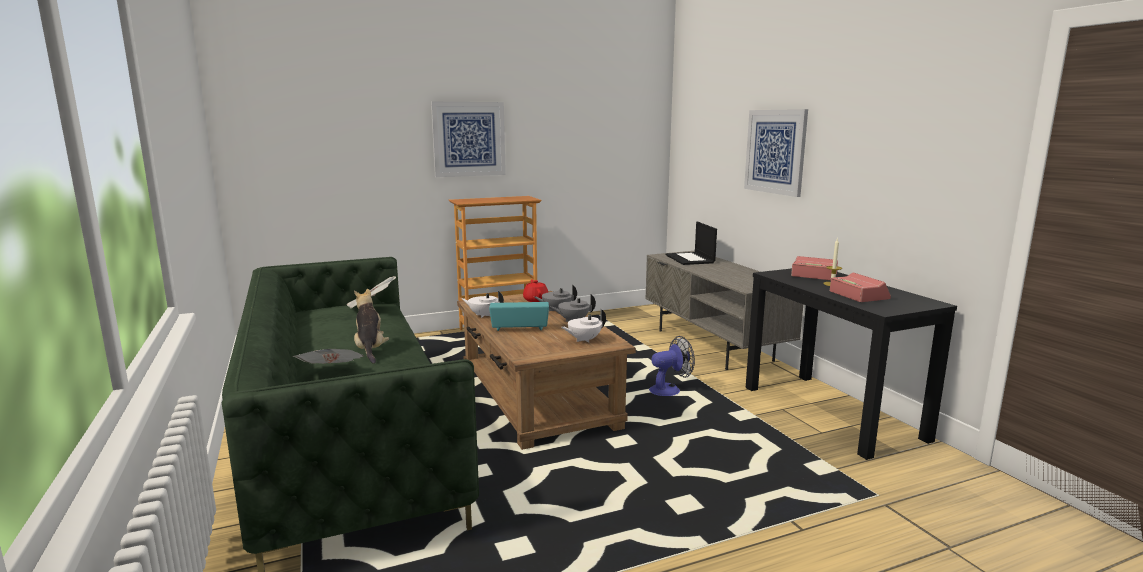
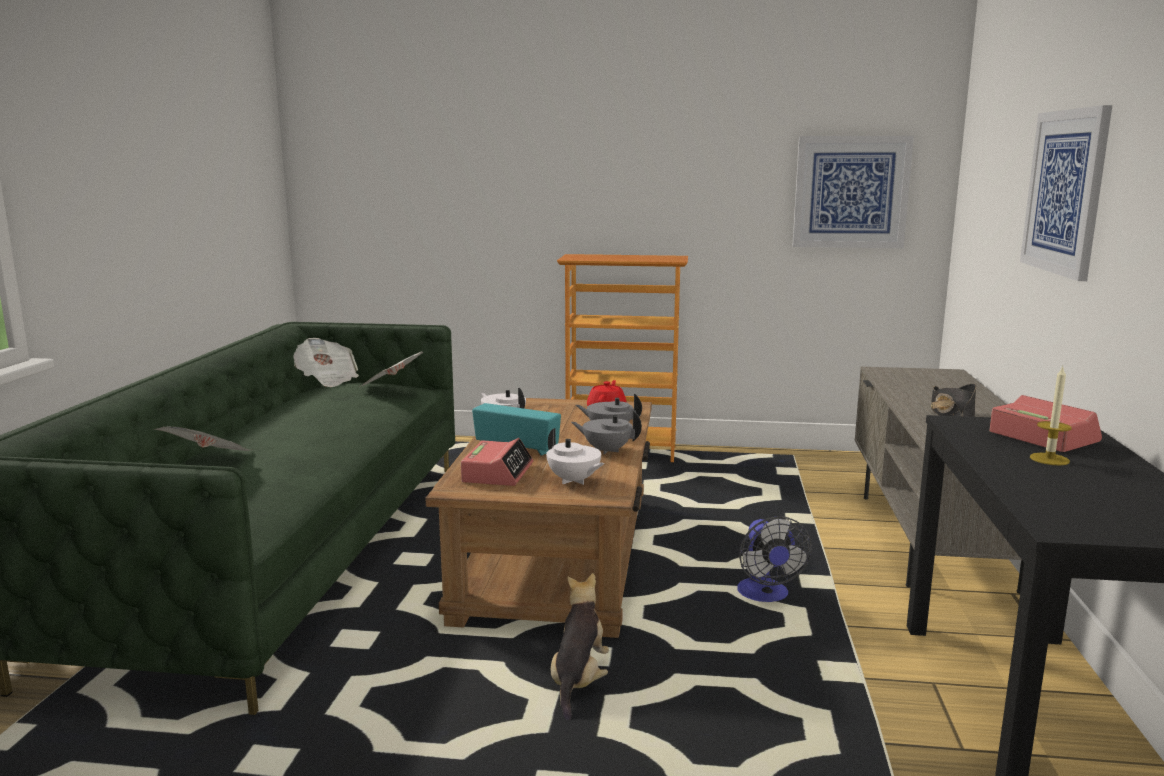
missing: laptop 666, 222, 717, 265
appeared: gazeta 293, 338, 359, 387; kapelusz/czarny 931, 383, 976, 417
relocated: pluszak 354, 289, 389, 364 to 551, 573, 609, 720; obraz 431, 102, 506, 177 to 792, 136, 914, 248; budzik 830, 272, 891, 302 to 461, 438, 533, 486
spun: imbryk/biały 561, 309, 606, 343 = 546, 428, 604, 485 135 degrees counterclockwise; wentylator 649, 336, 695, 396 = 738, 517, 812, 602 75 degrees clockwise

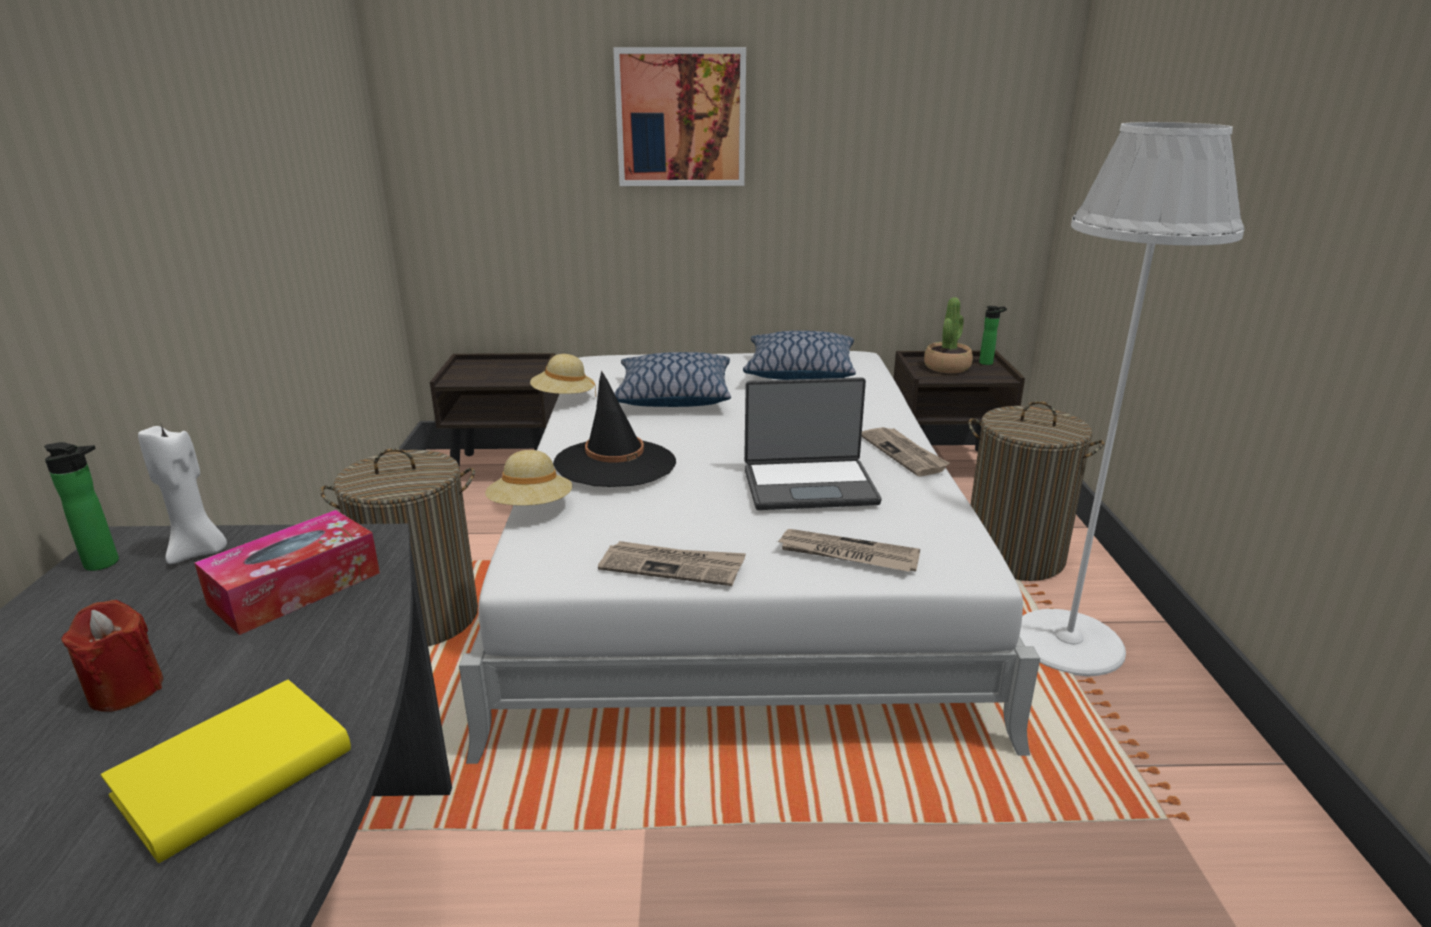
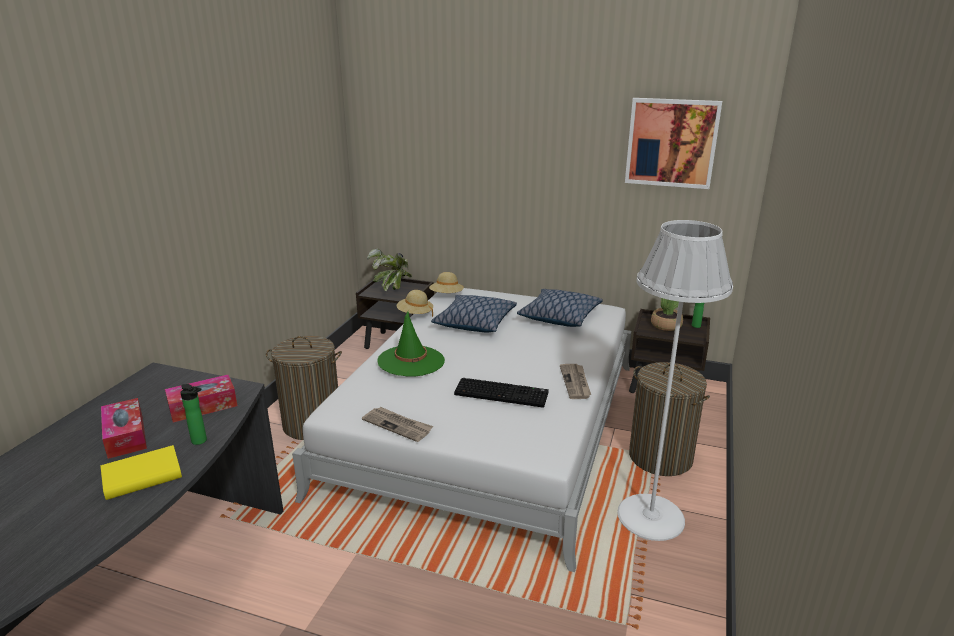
missing: świeca/biały 138, 424, 227, 564; gazeta 777, 529, 920, 572
appeared: roślina doniczkowa 367, 248, 412, 291
relocated: butelka 44, 442, 119, 571 to 180, 384, 207, 445; kapelusz/beżowy 485, 450, 572, 506 to 429, 272, 464, 293; obraz 613, 47, 746, 186 to 625, 98, 722, 189
exchanged: świeca/czerwony 61, 600, 163, 712 to pudełko chusteczek 101, 398, 147, 459; laptop 744, 377, 882, 510 to klawiatura 454, 378, 549, 408
colour: kapelusz/czarny 553, 370, 676, 487 to kapelusz/zielony 378, 312, 445, 377

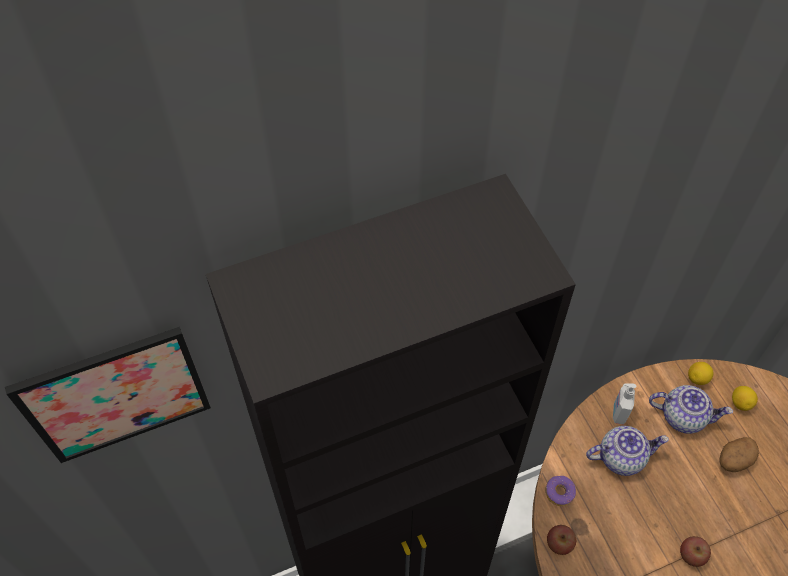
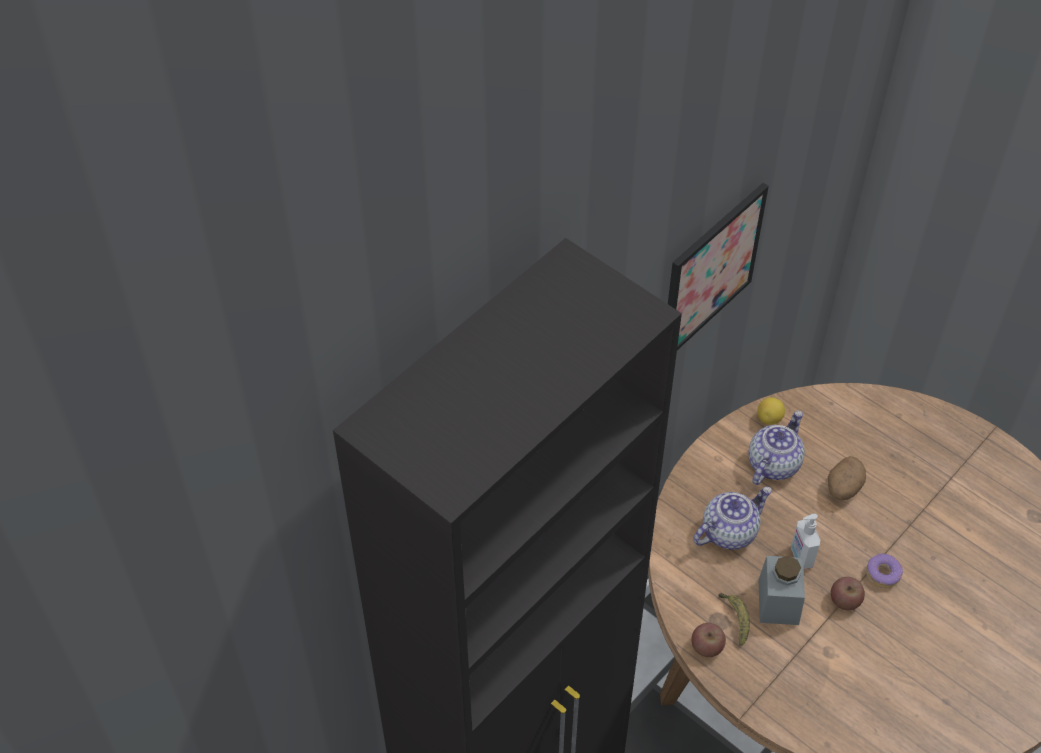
missing: cytryna 732, 386, 758, 411
appeared: banan 718, 593, 750, 646; słoik/szary 759, 556, 805, 625
relocated: obraz 5, 327, 211, 463 to 668, 183, 769, 350; donut 545, 476, 576, 506 to 866, 554, 903, 588; dozownik mydła 613, 383, 637, 425 to 791, 514, 820, 569
spun: imbryk 649, 385, 733, 434 = 748, 411, 805, 485 45 degrees counterclockwise

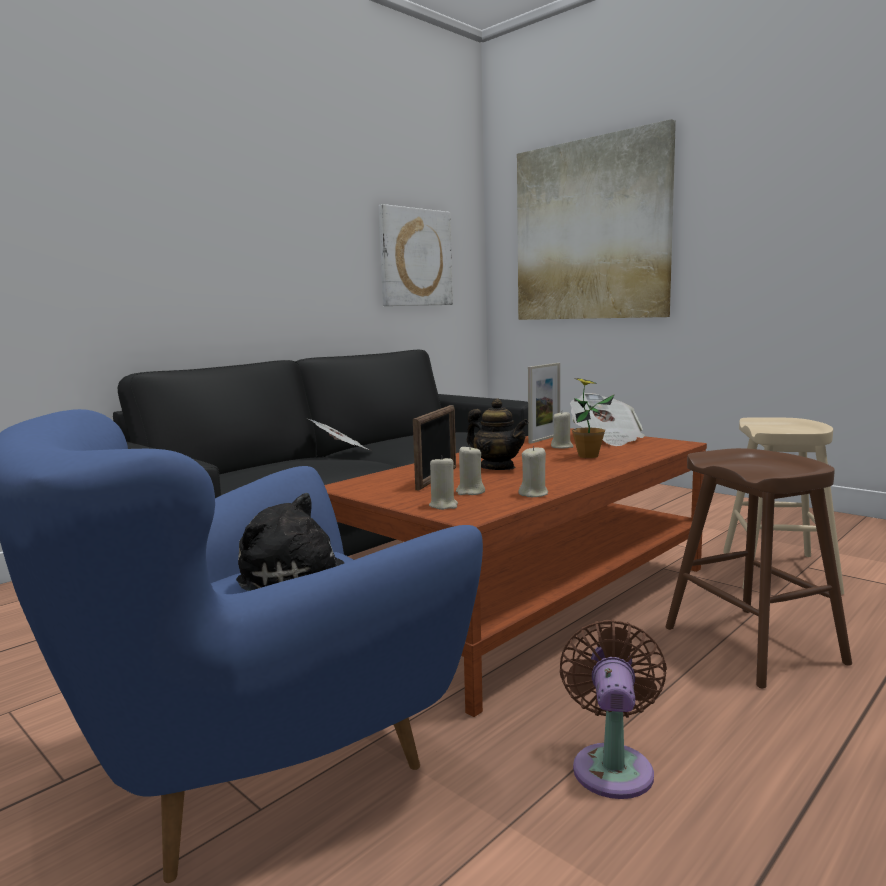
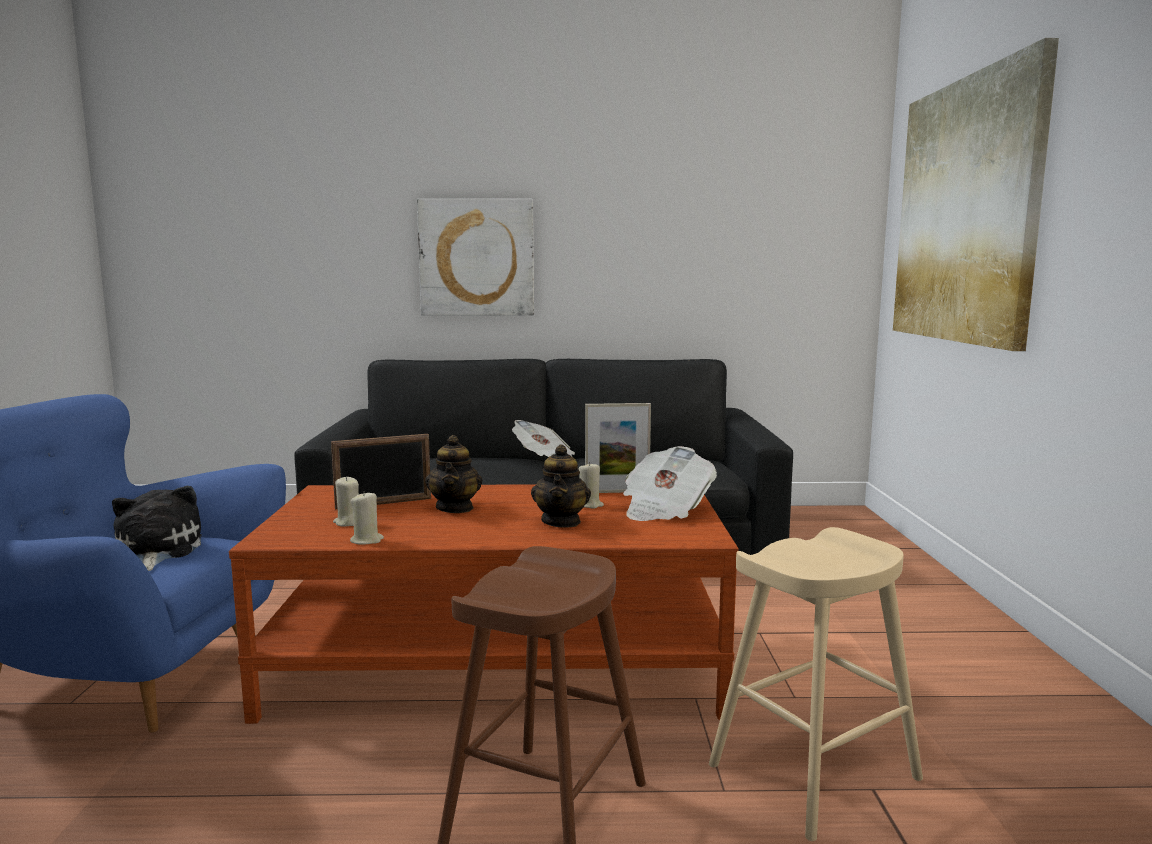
missing: świeca/beżowy 429, 455, 458, 510; wentylator/brązowy 560, 619, 667, 799
relocated: obraz 378, 204, 453, 306 to 417, 199, 534, 316
exchanged: roślina doniczkowa 572, 378, 615, 458 to imbryk 531, 444, 591, 528

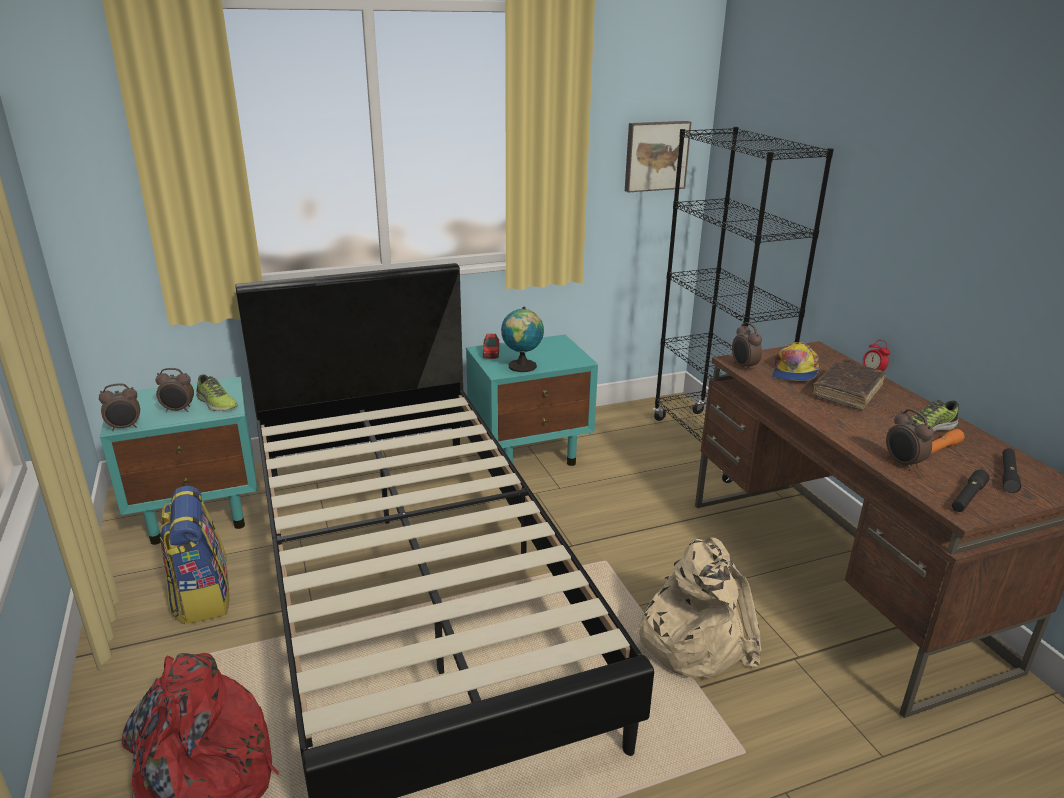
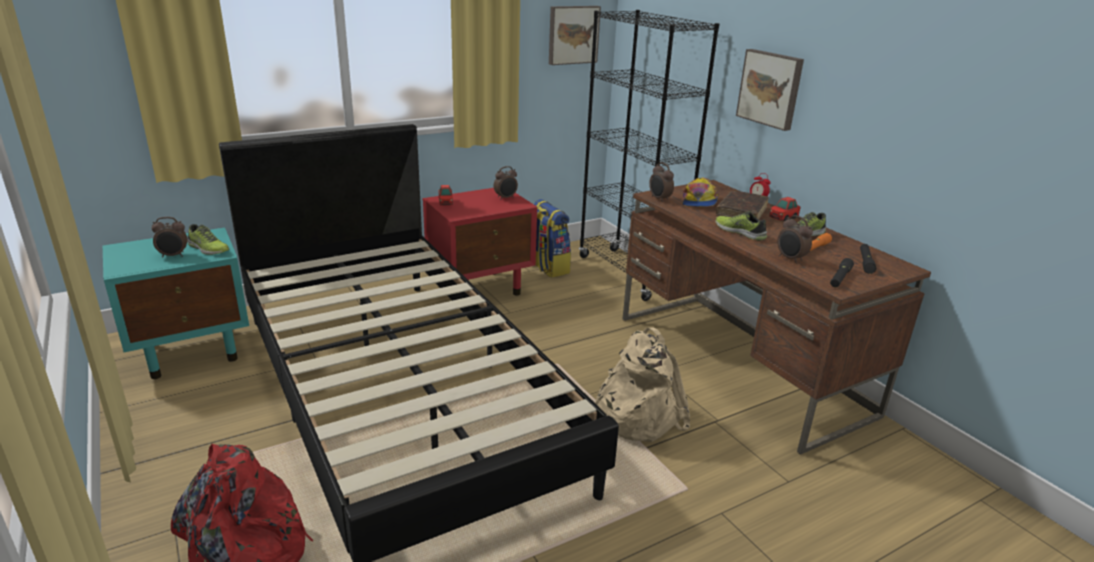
missing: globus 501, 307, 544, 372
appeared: but 715, 211, 767, 241; obraz 736, 49, 804, 131; samochodzik 769, 197, 801, 221
relocated: budzik 99, 383, 140, 431 to 494, 166, 518, 200; plecak 160, 486, 229, 624 to 534, 199, 571, 278
colour: szafka nocna/turkusowy 466, 335, 598, 466 to szafka nocna/czerwony 423, 188, 537, 295

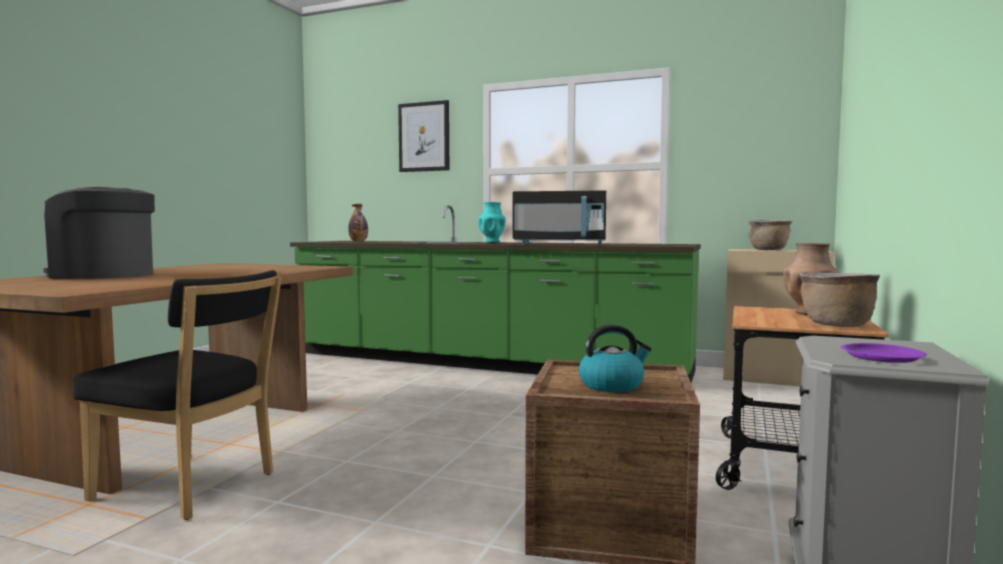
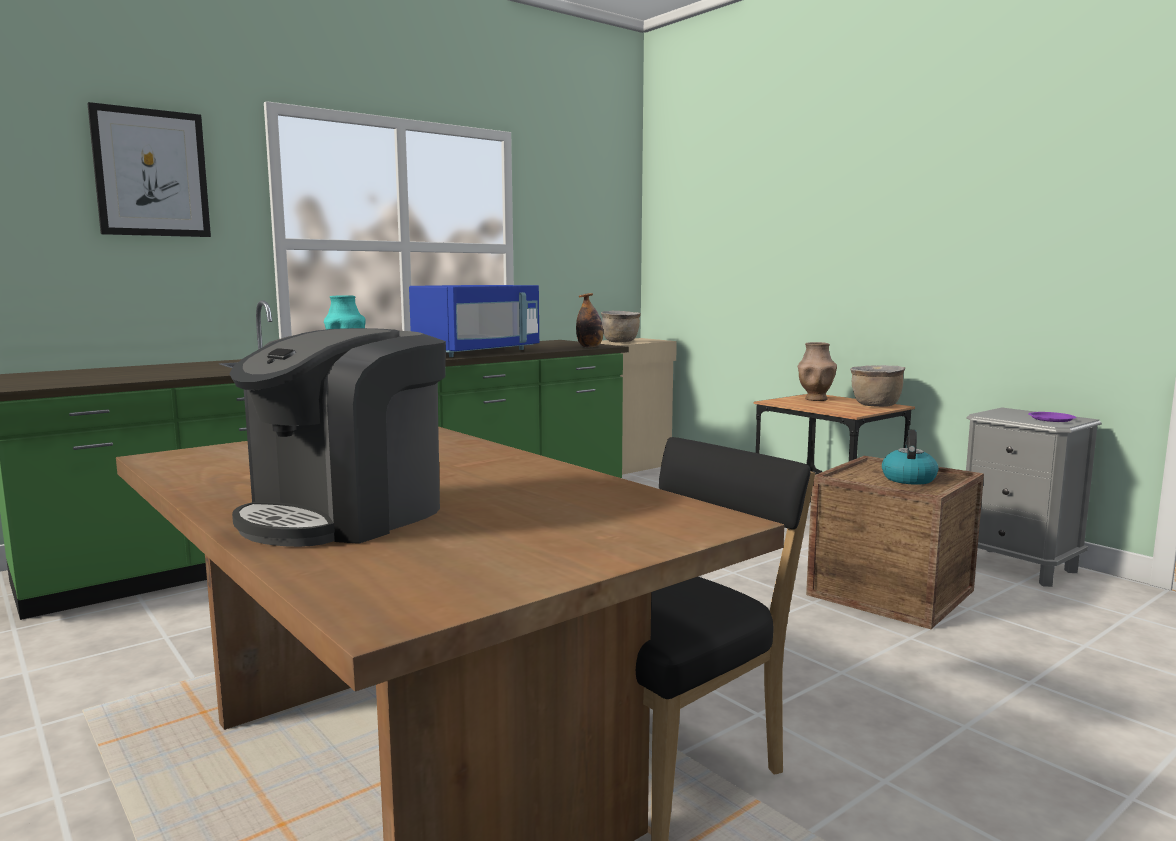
relocated: butelka 348, 204, 368, 242 to 576, 293, 603, 348
colour: mikrofalówka/czarny 513, 190, 606, 245 to mikrofalówka/niebieski 409, 285, 539, 357

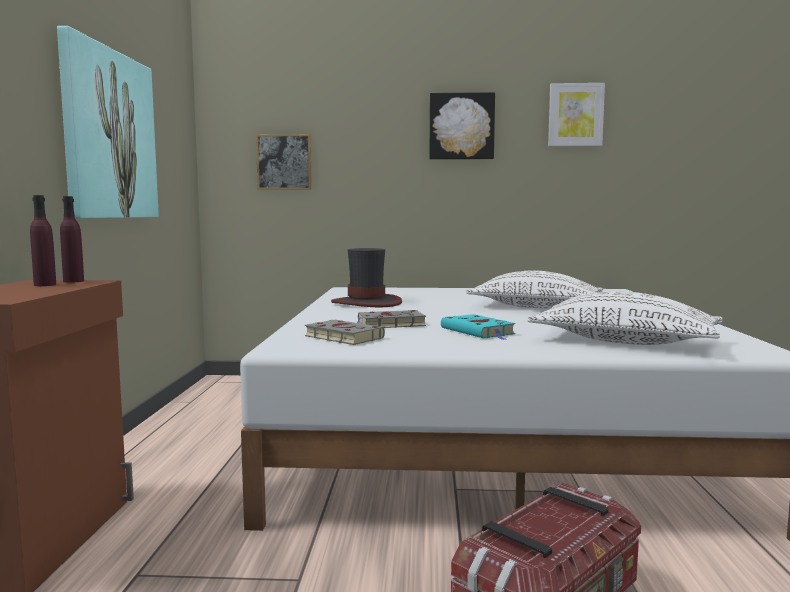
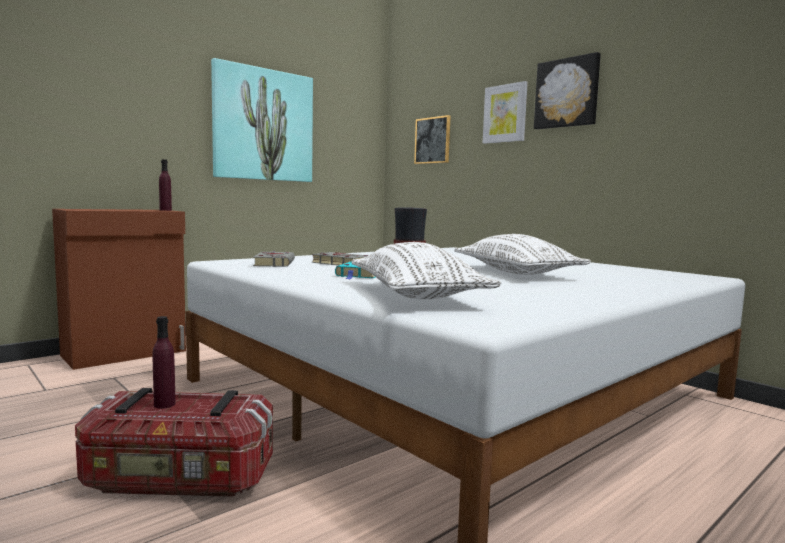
relocated: butelka/fioletowy 30, 195, 56, 286 to 153, 316, 175, 409; obraz 548, 83, 605, 146 to 483, 81, 528, 144

